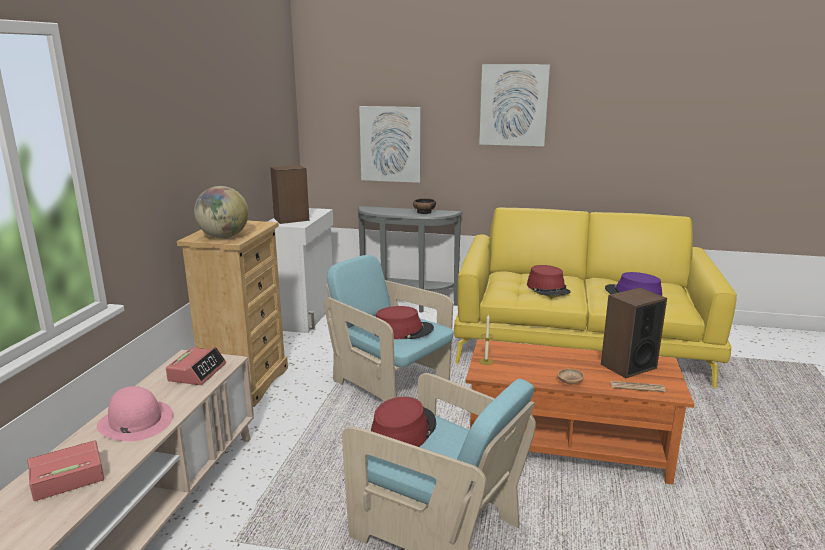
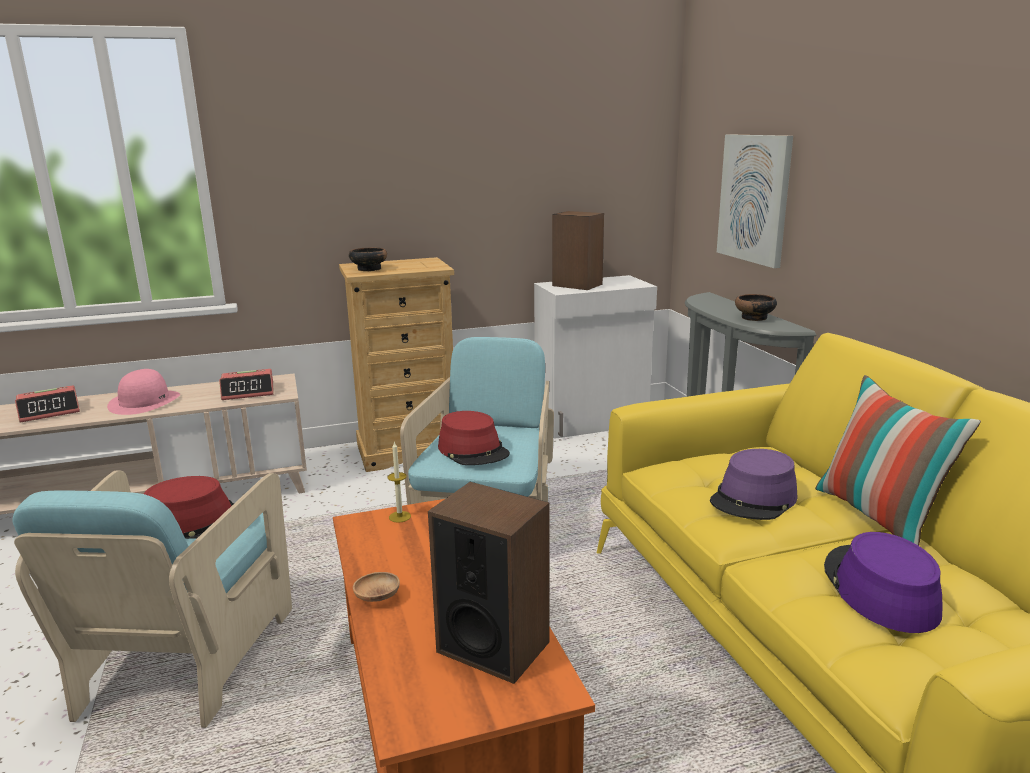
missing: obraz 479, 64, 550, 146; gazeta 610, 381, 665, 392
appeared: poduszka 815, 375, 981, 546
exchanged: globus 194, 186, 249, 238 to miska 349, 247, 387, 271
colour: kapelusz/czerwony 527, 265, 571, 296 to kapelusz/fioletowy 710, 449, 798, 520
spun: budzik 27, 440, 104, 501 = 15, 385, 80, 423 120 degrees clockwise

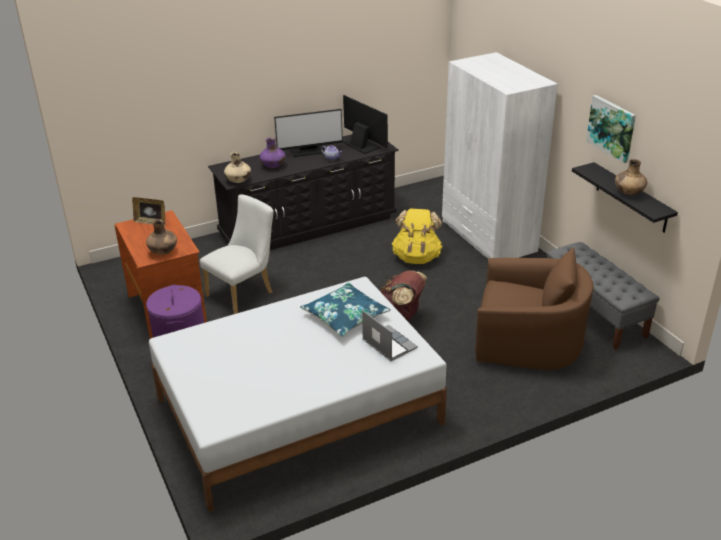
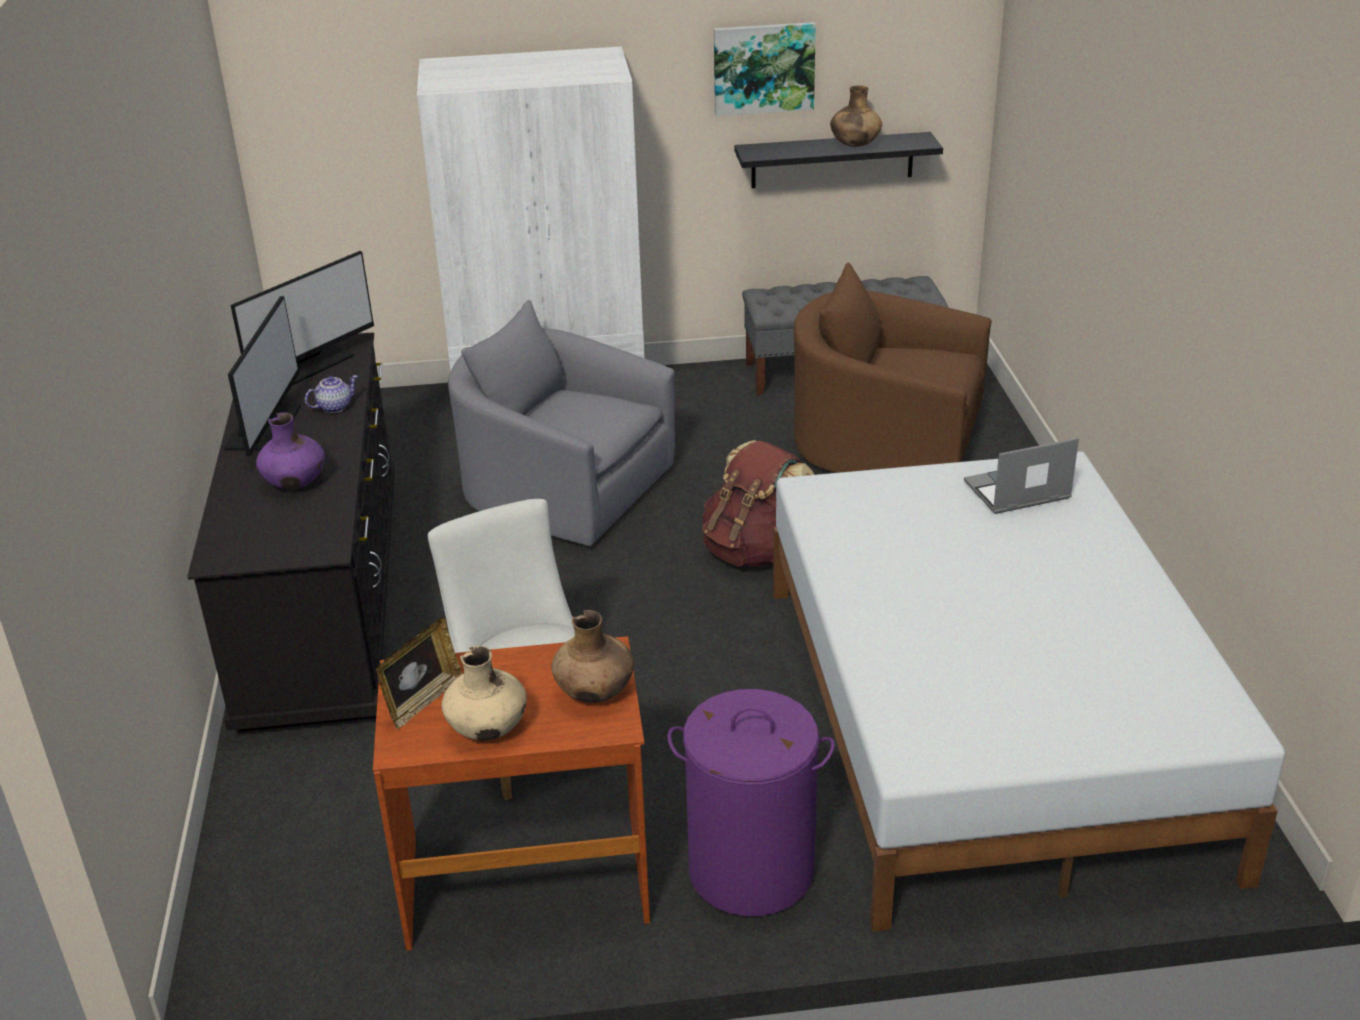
missing: poduszka/niebieski 300, 282, 390, 337
relocated: wazon/beżowy 224, 152, 251, 183 to 442, 646, 527, 741
exchanged: plecak/żółty 392, 209, 443, 264 to fotel/szary 448, 300, 675, 546
spun: monitor 343, 95, 388, 154 = 231, 251, 374, 385 150 degrees clockwise; fotel/brązowy 475, 247, 593, 370 = 794, 263, 991, 473 105 degrees counterclockwise

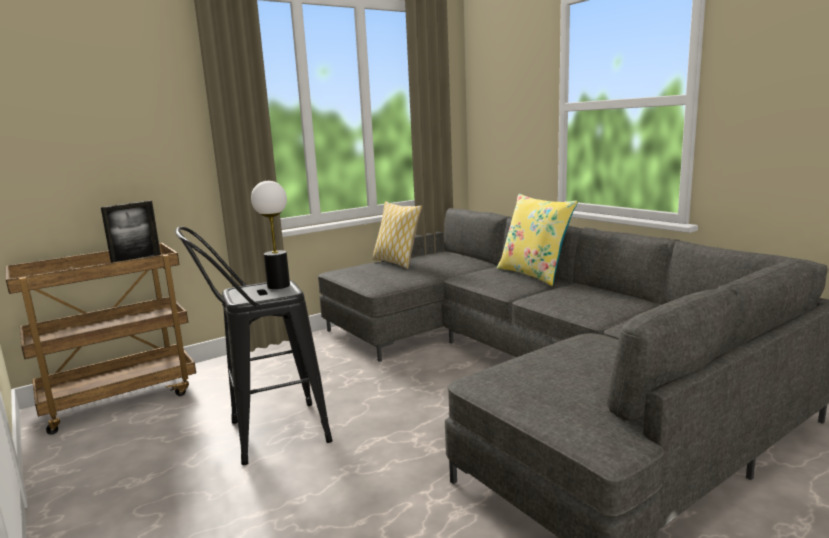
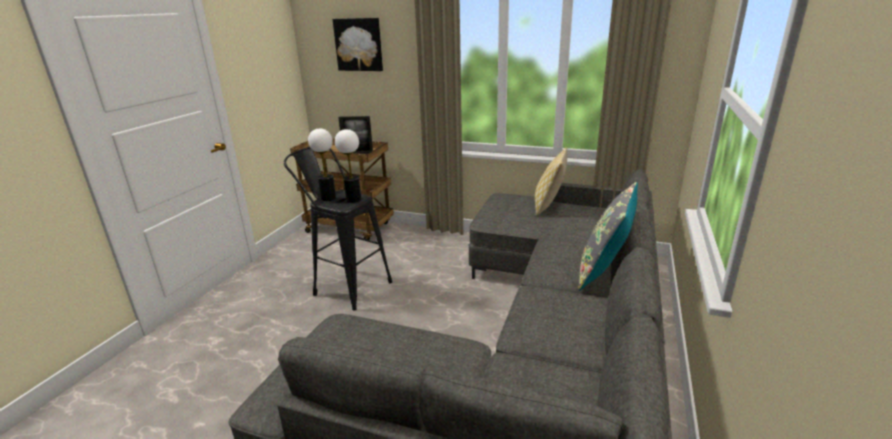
appeared: lampa stołowa 308, 128, 336, 201; obraz 333, 18, 383, 71
colour: poduszka/żółty 497, 194, 578, 286 to poduszka/szary 578, 182, 638, 290

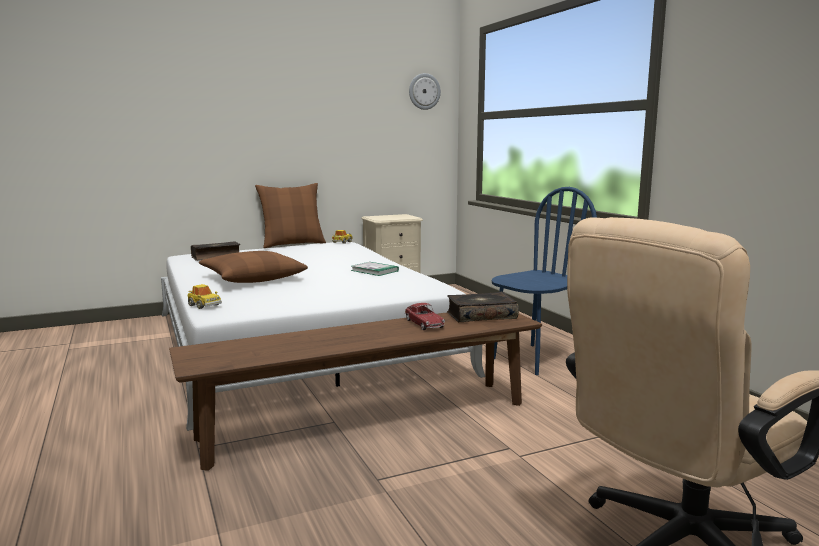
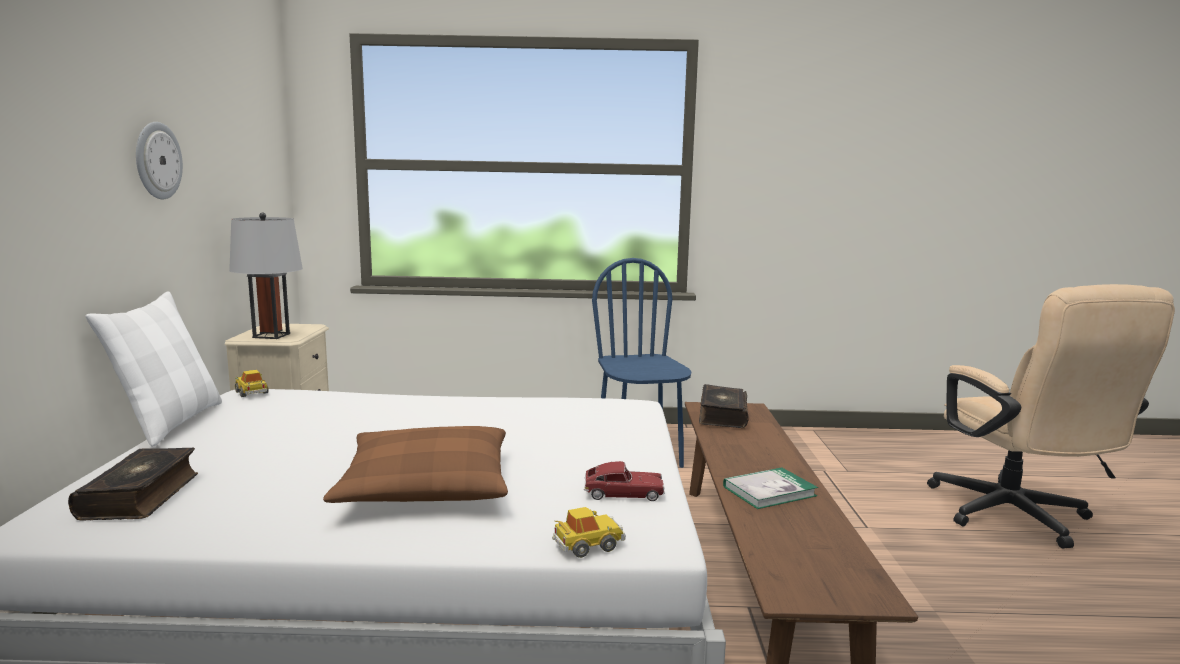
appeared: lampa stołowa/szary 229, 212, 303, 339
relocated: książka 351, 262, 399, 276 to 723, 467, 818, 509; samochodzik 405, 303, 445, 330 to 584, 461, 665, 501; zegar ścienny 409, 73, 441, 110 to 136, 122, 183, 199
colour: poduszka/brązowy 255, 183, 326, 248 to poduszka/biały 85, 291, 222, 447

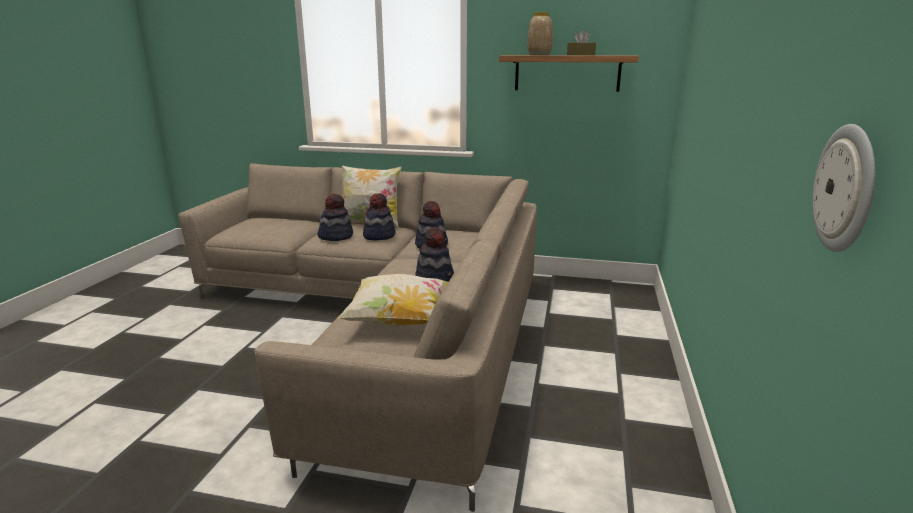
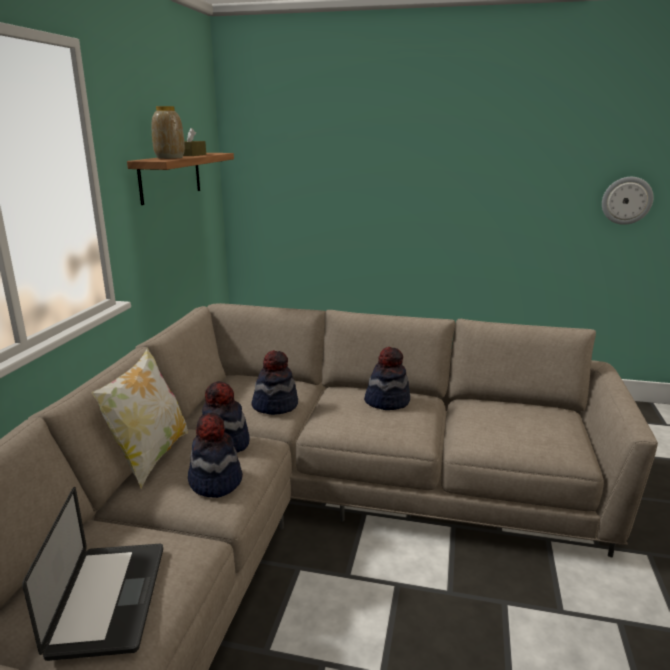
missing: poduszka 337, 274, 448, 326
appeared: laptop 22, 487, 163, 661

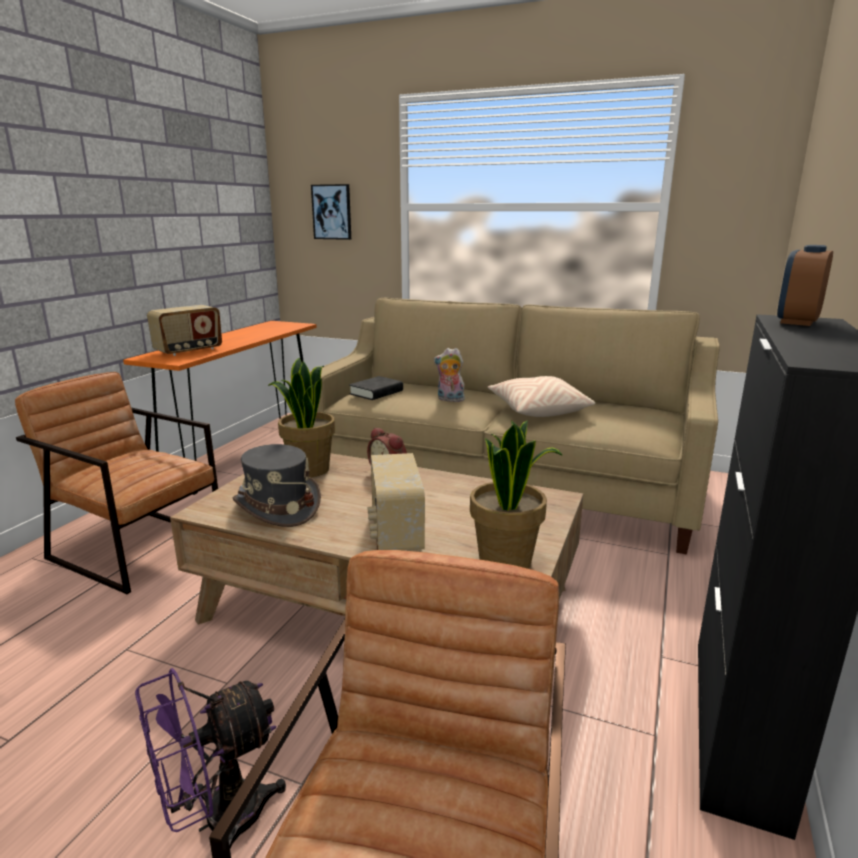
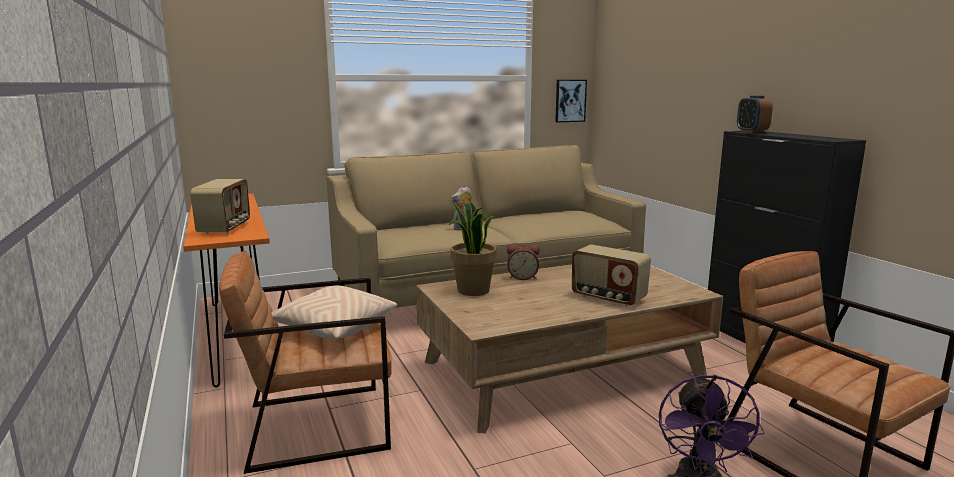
missing: kapelusz/szary 233, 444, 321, 527; książka/czarny 349, 376, 403, 400; roślina doniczkowa 470, 420, 563, 569
relocated: obraz 311, 184, 351, 240 to 555, 80, 587, 122; poduszka/beżowy 488, 376, 595, 417 to 272, 286, 397, 339

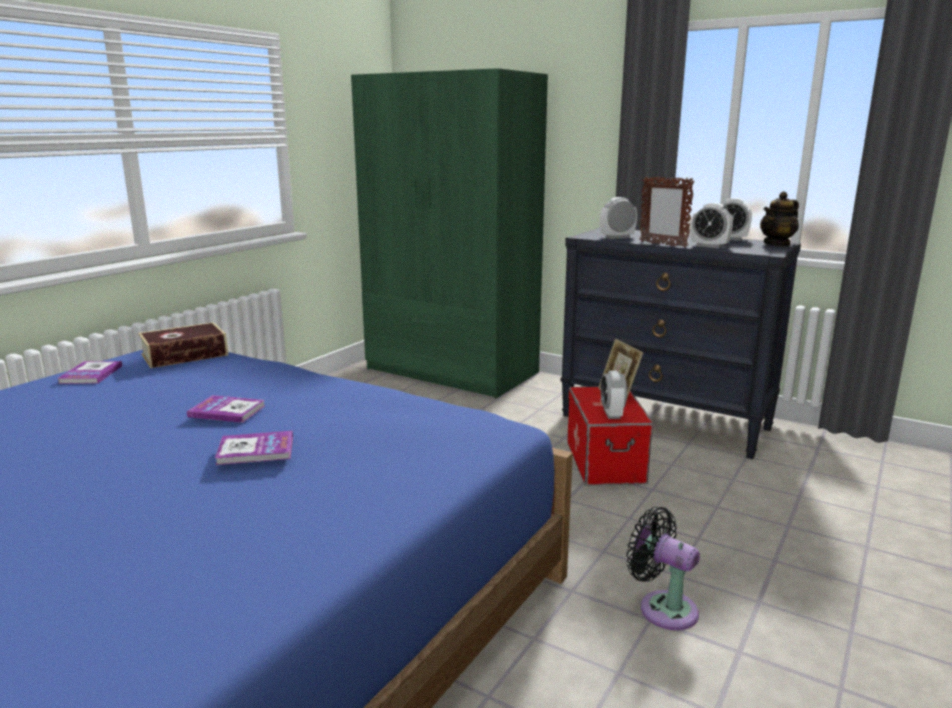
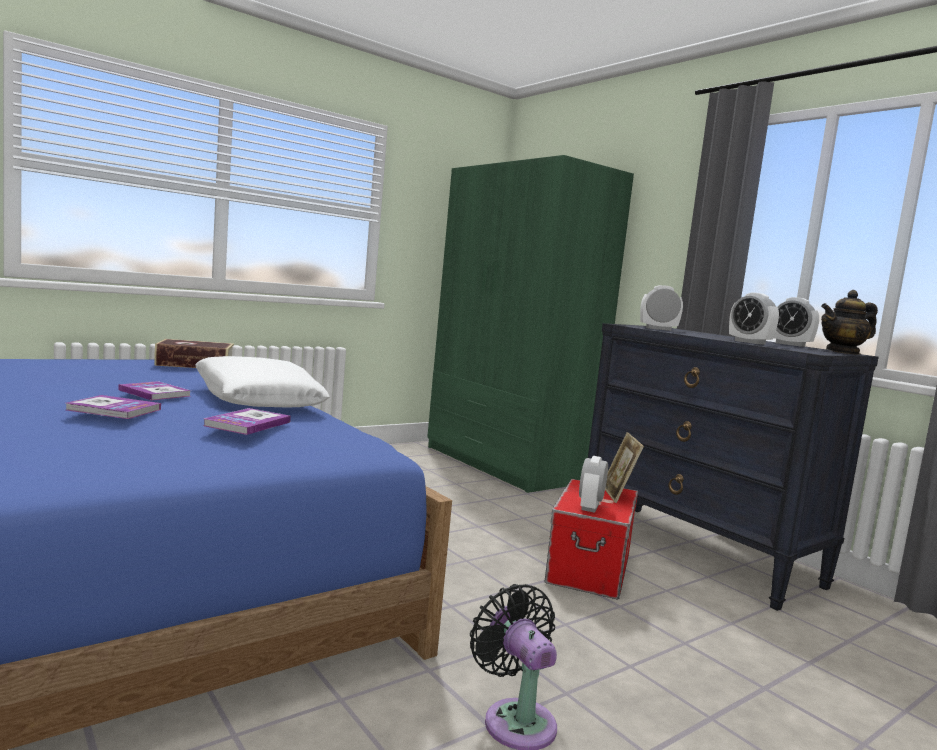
missing: ramka na zdjęcie 640, 176, 695, 248
appeared: poduszka/biały 195, 356, 330, 407
relocated: książka 57, 361, 122, 384 to 203, 408, 291, 435

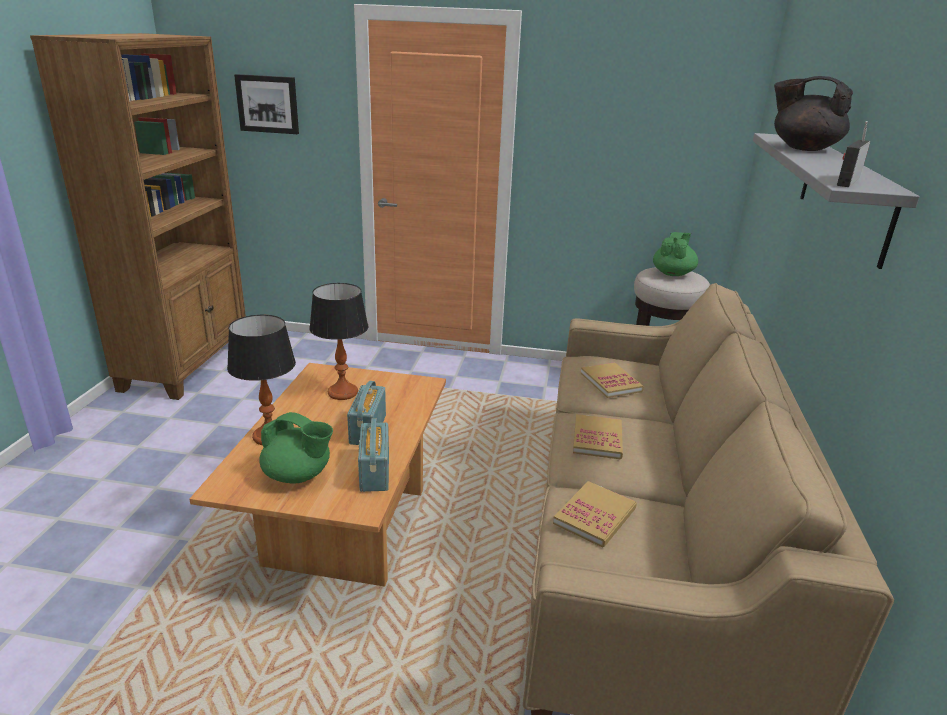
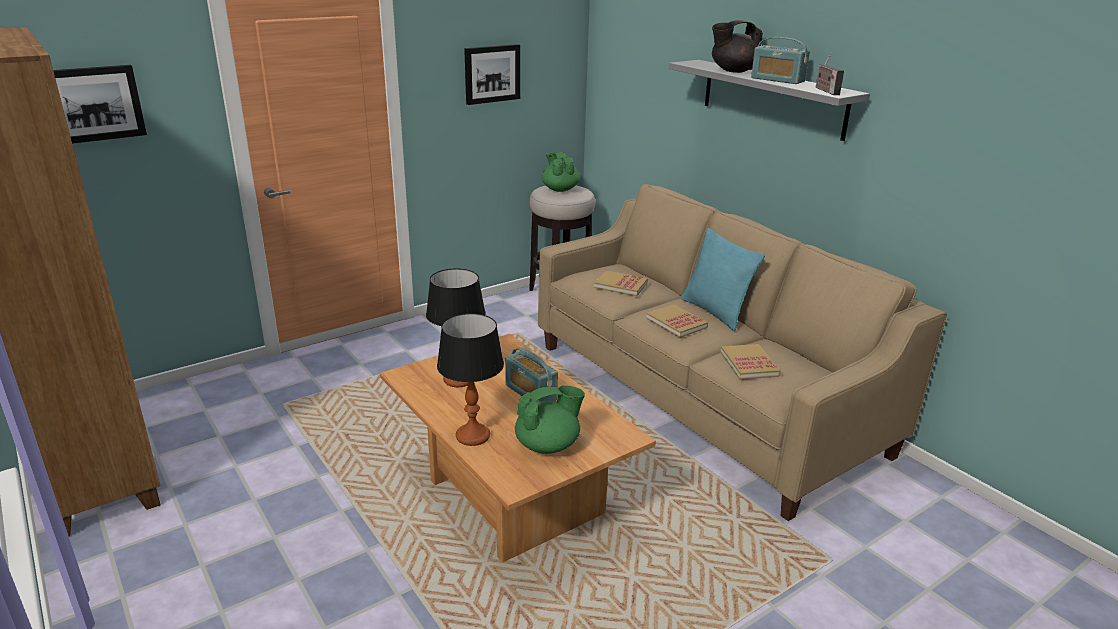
appeared: obraz 464, 44, 520, 105; poduszka/turkusowy 681, 228, 765, 331
relocated: radio 358, 418, 389, 492 to 751, 37, 810, 84

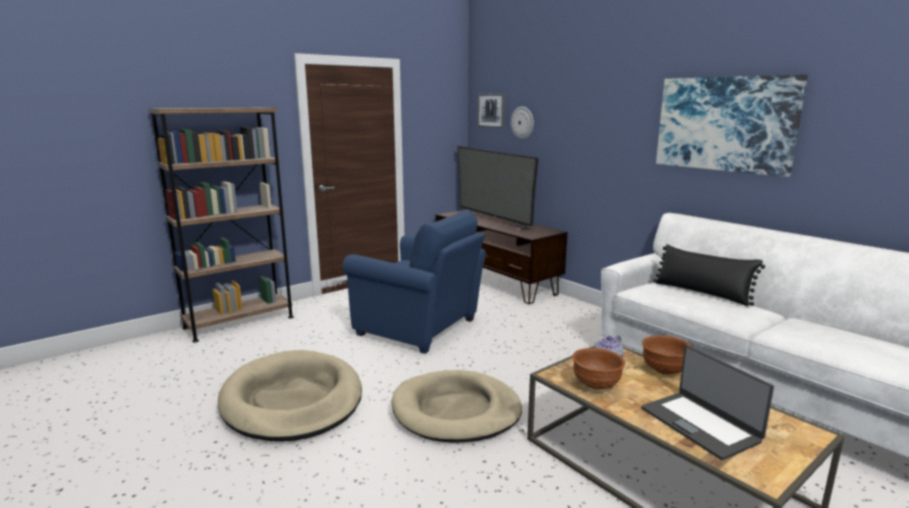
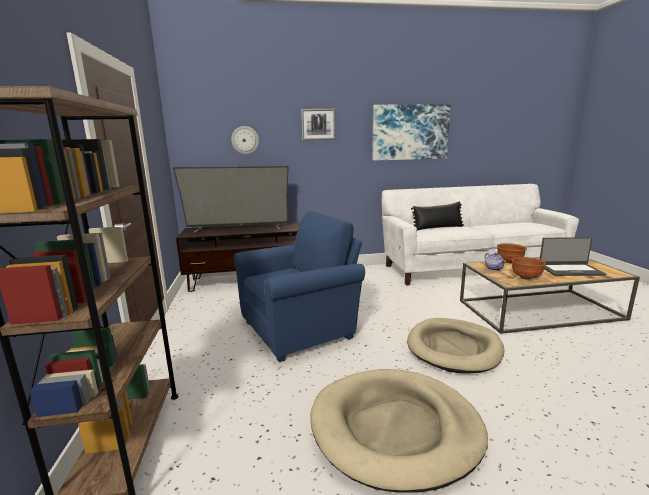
relocated: obraz 477, 93, 505, 128 to 301, 109, 336, 140

